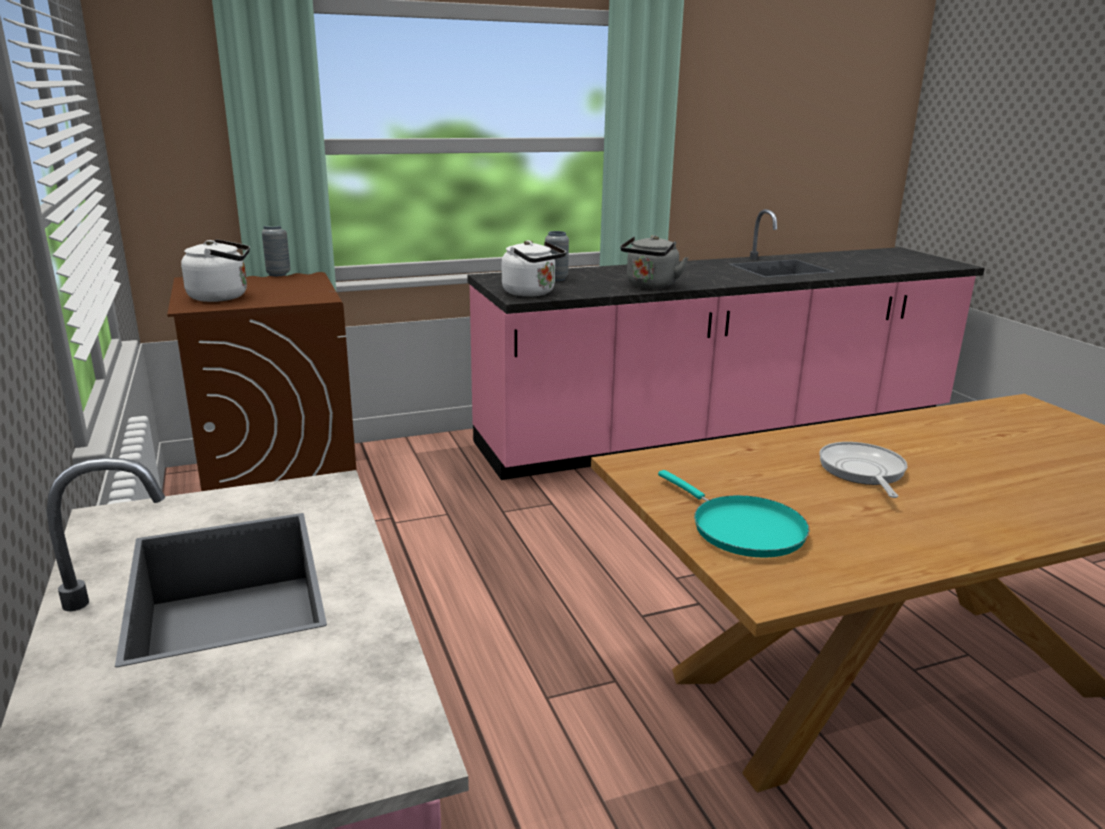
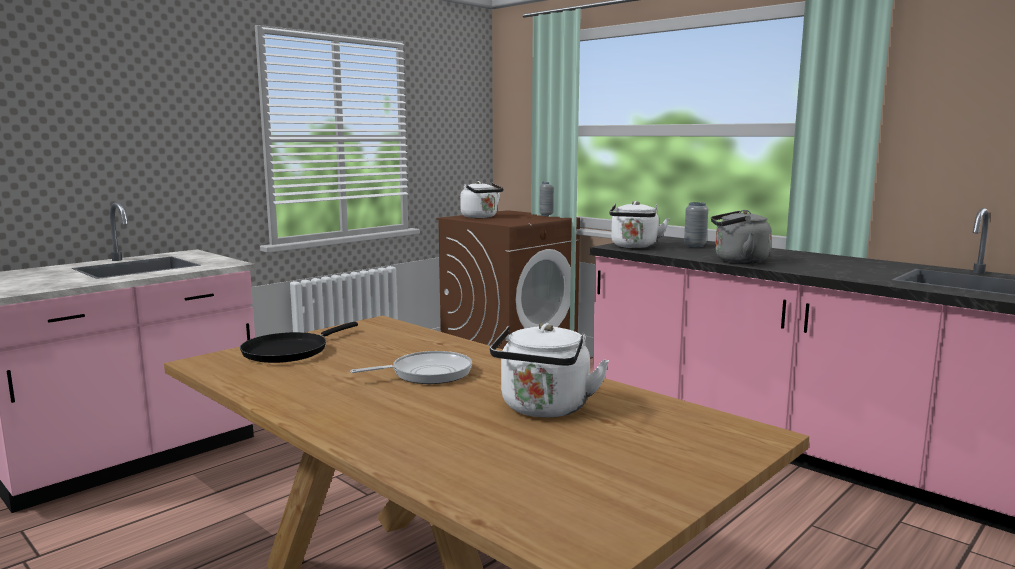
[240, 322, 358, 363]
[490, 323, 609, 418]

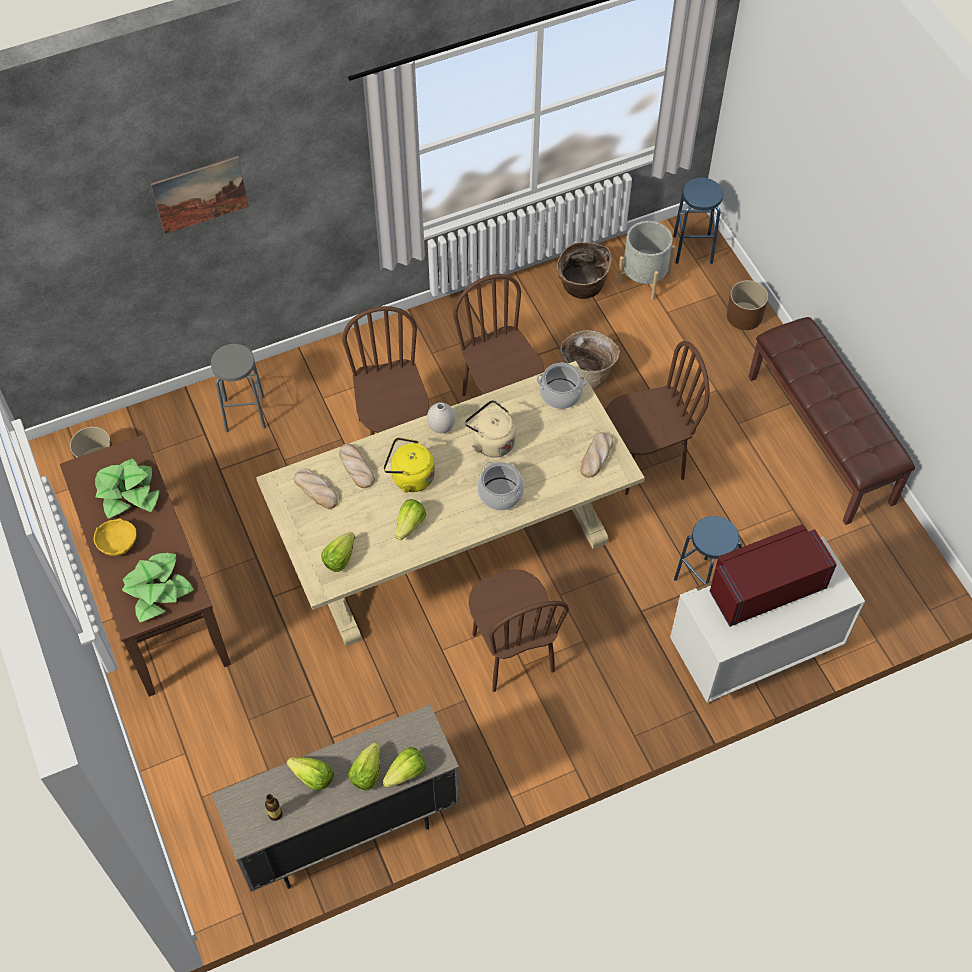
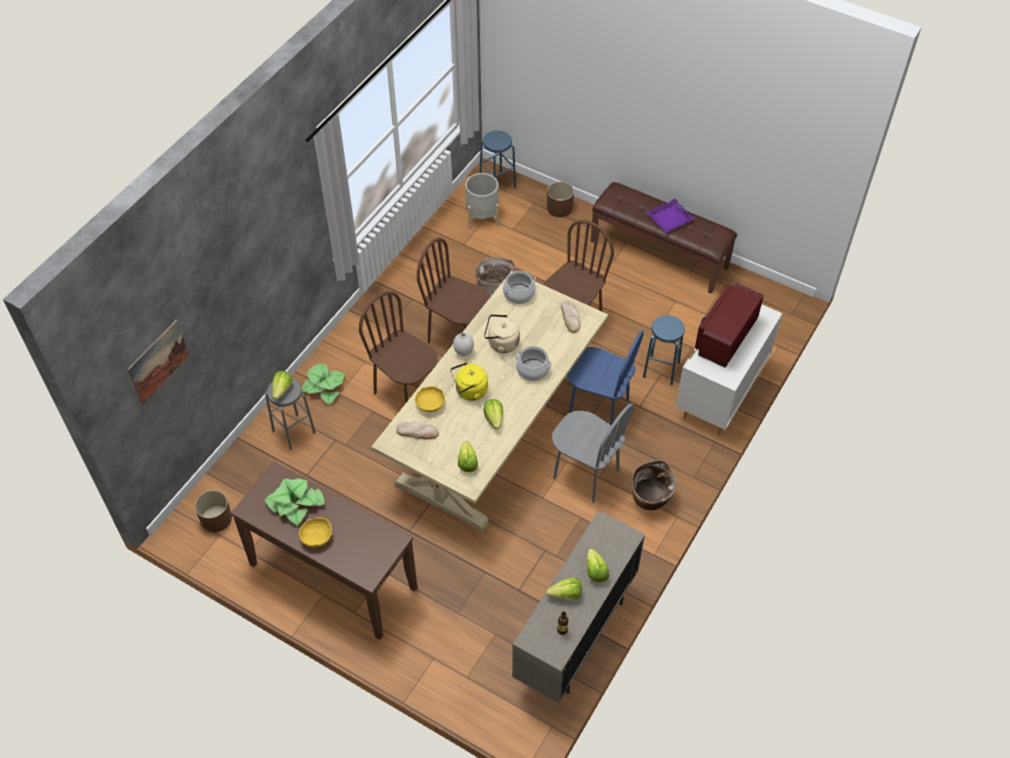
[127, 320, 189, 405]
[632, 460, 676, 510]
[414, 386, 445, 412]
[302, 363, 345, 405]
[552, 403, 634, 503]
[272, 371, 293, 400]
[646, 199, 695, 233]
[567, 330, 644, 425]

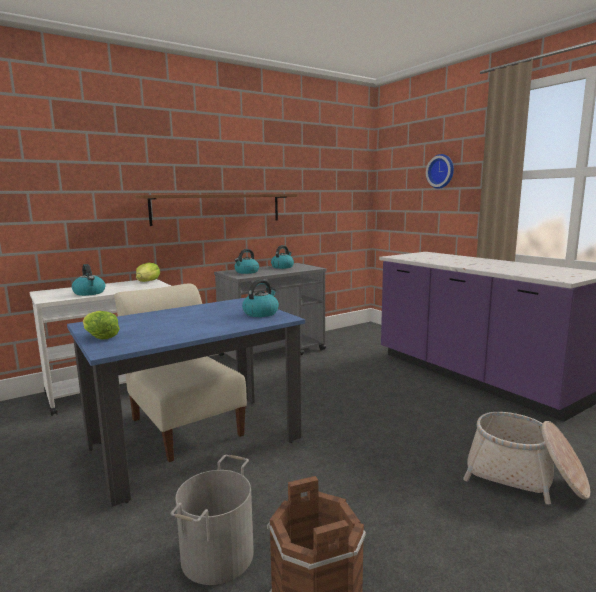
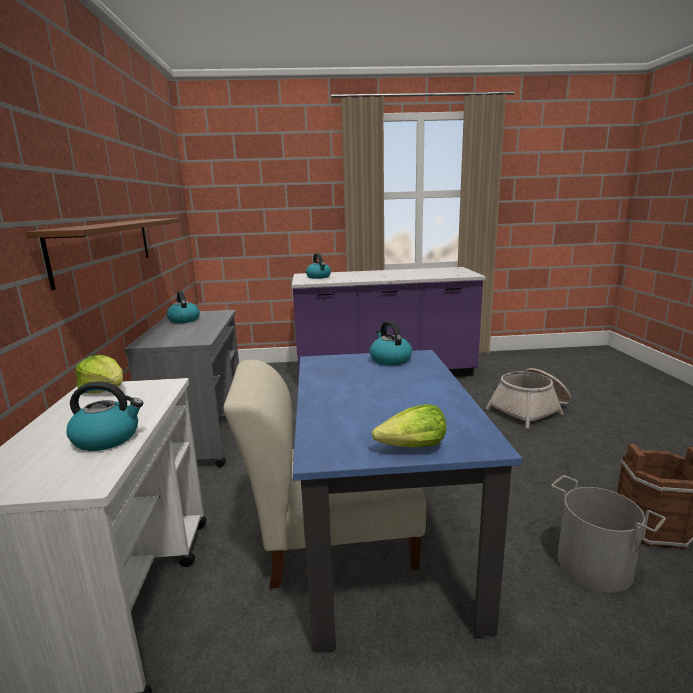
[426, 154, 454, 189] (first image)
[306, 253, 331, 279]

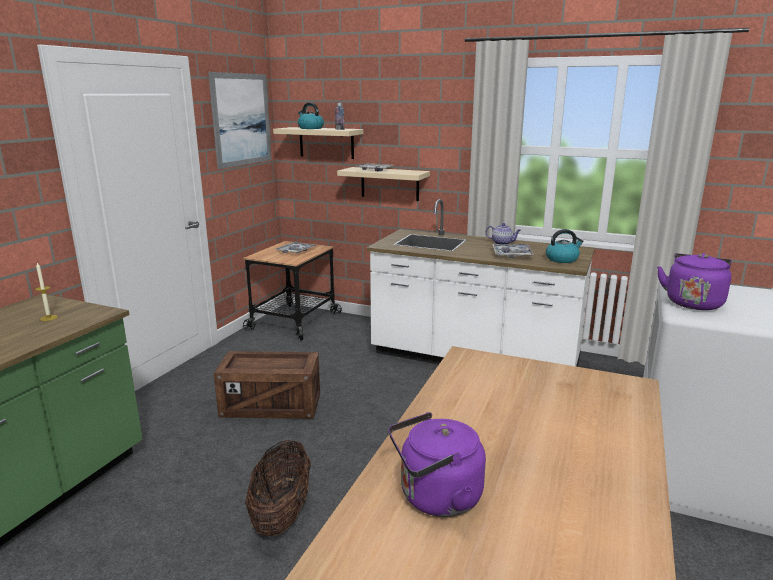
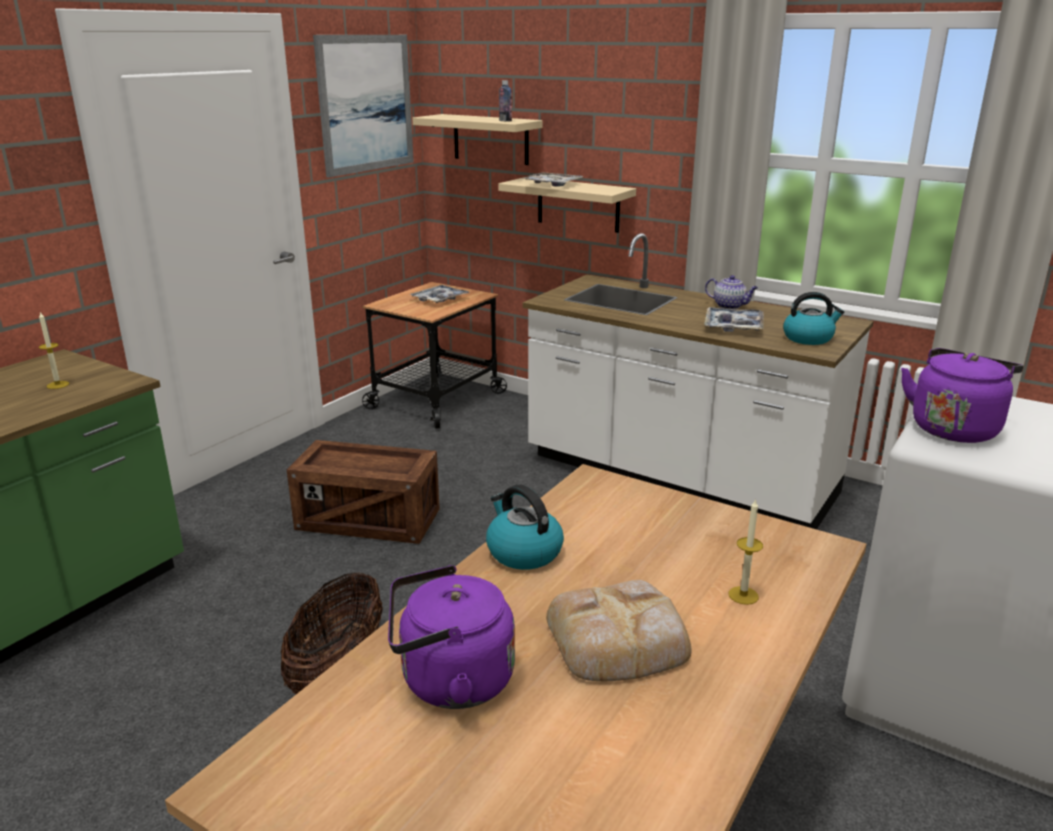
[486, 484, 564, 570]
[729, 499, 763, 605]
[546, 580, 692, 681]

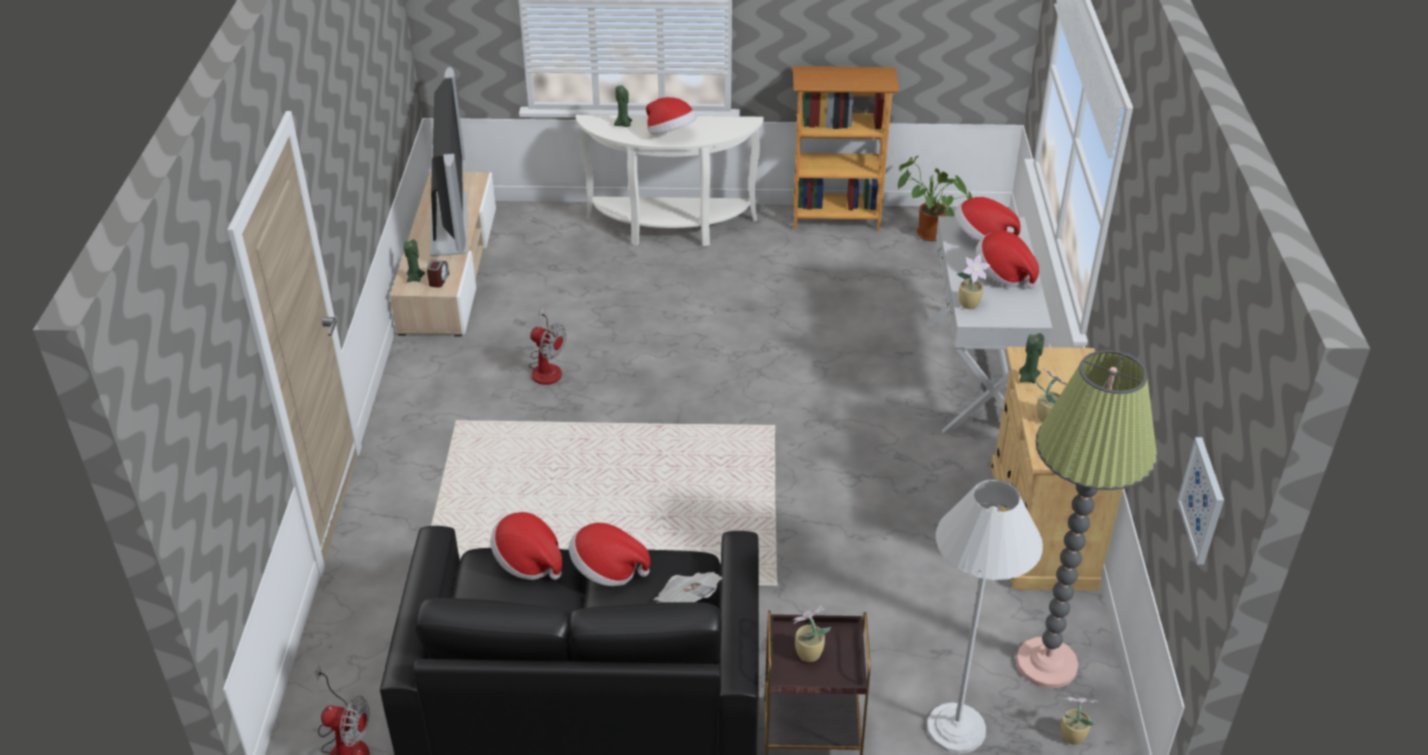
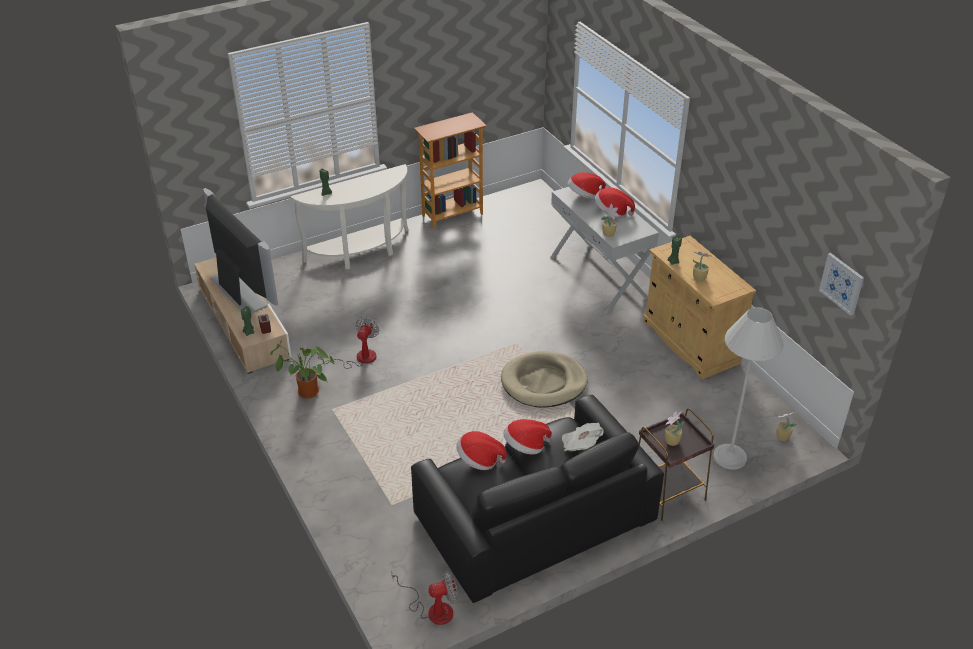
[646, 97, 697, 134] (first image)
[270, 341, 335, 399]
[318, 317, 379, 369]
[1016, 350, 1157, 688] (first image)
[501, 351, 588, 408]

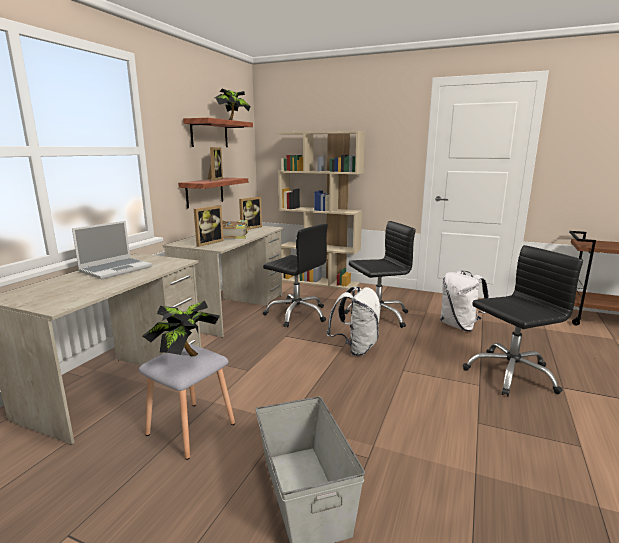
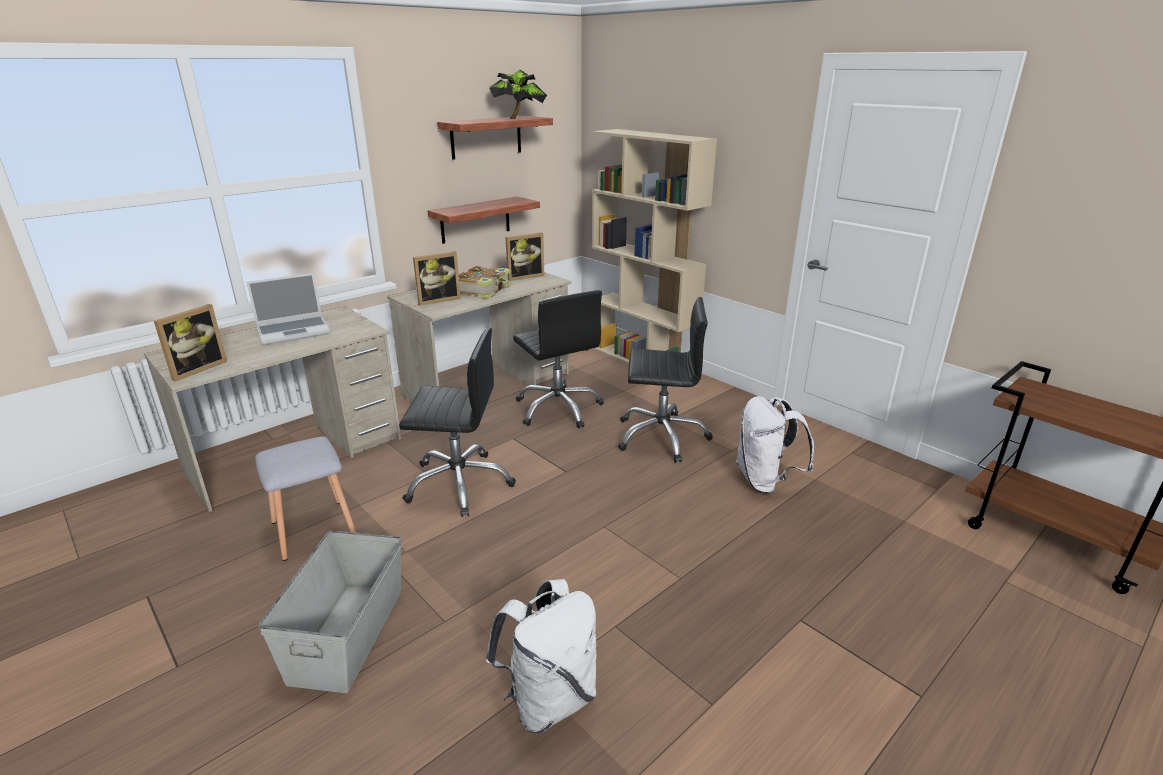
[154, 304, 227, 382]
[399, 328, 516, 517]
[486, 579, 597, 733]
[142, 301, 220, 356] (first image)

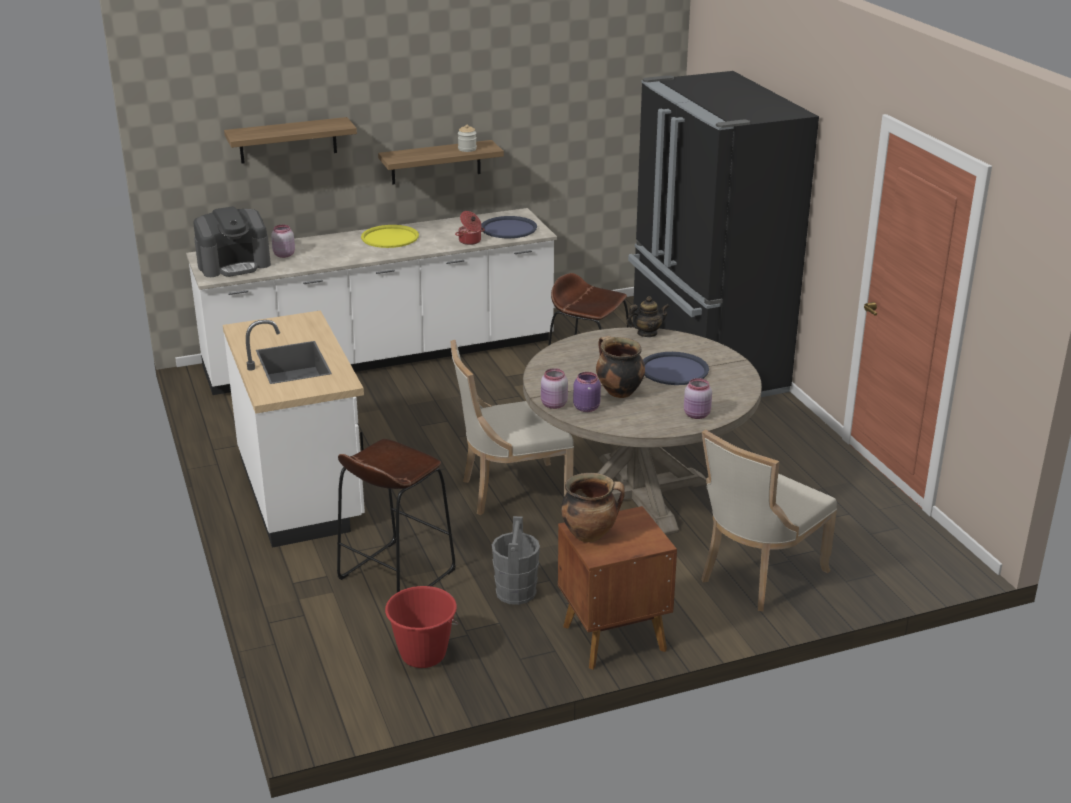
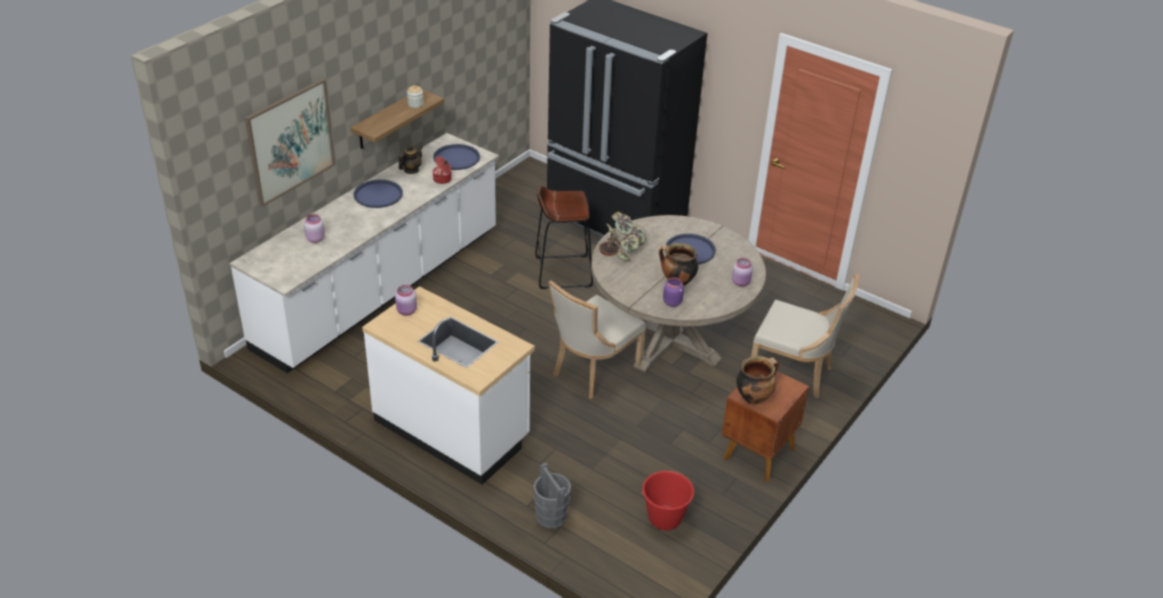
[245, 78, 335, 207]
[193, 206, 271, 277] (first image)
[353, 180, 403, 208]
[398, 145, 423, 174]
[395, 285, 417, 316]
[751, 274, 859, 398]
[337, 439, 456, 593] (first image)
[533, 463, 571, 528]
[599, 212, 646, 261]

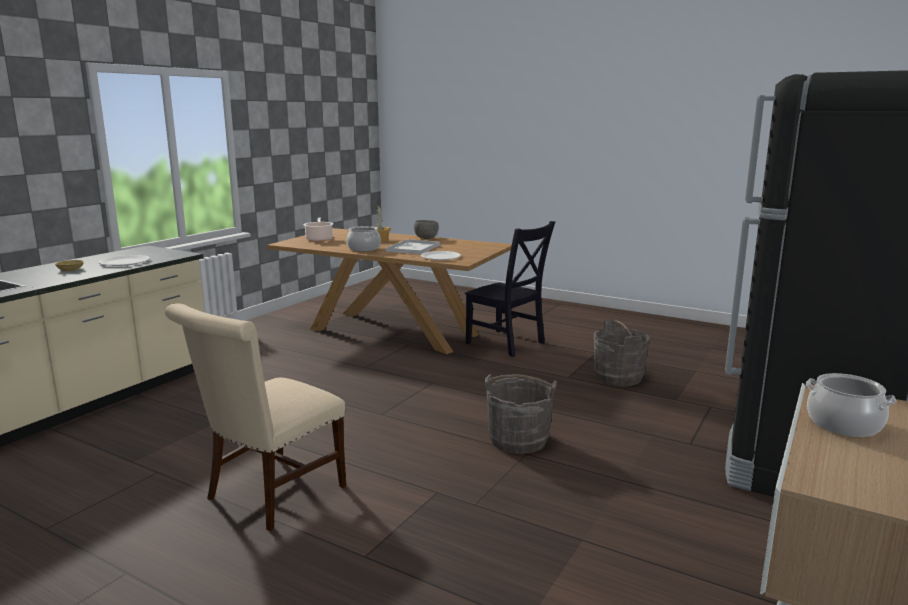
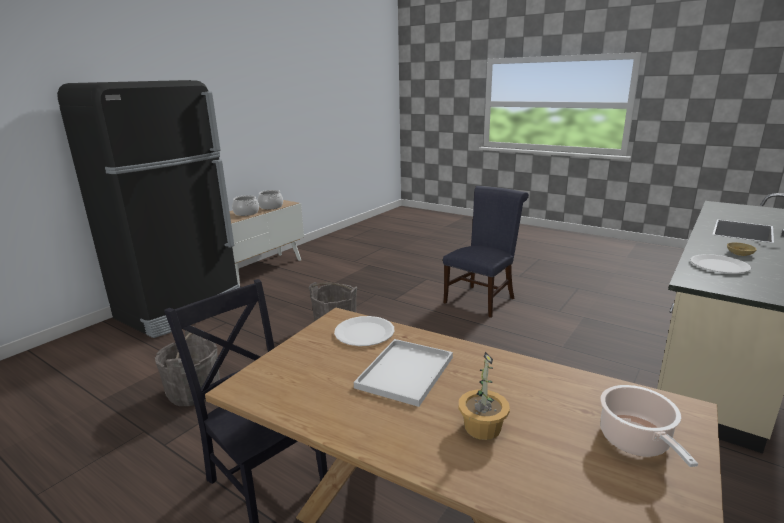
[414, 220, 439, 239] (first image)
[258, 190, 283, 209]
[443, 186, 529, 318]

